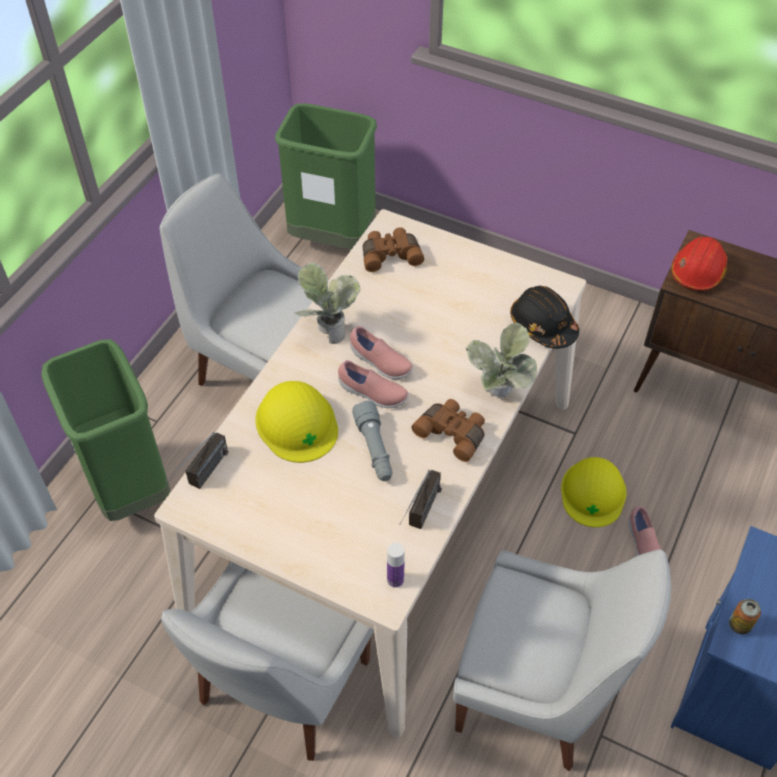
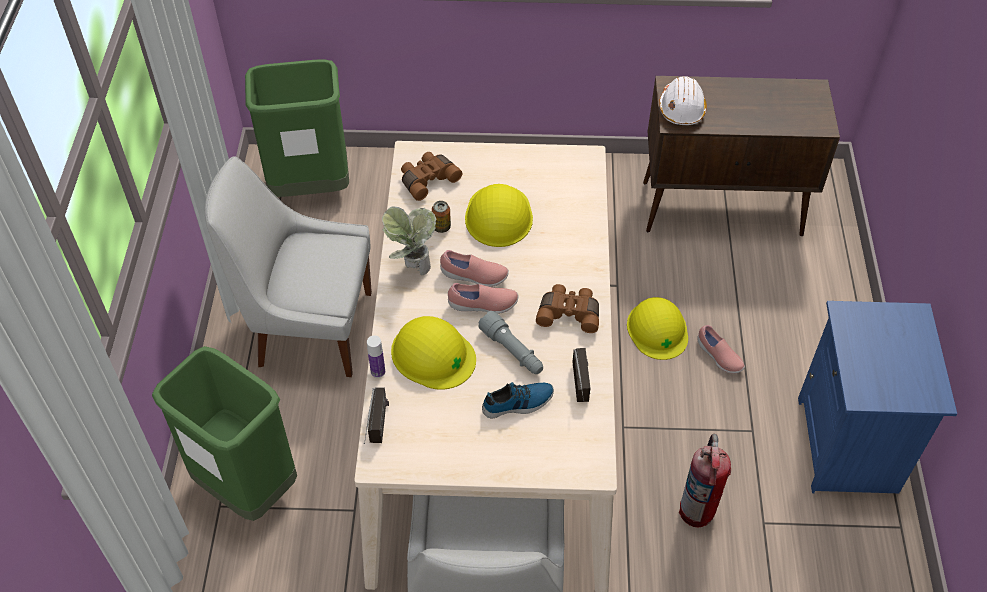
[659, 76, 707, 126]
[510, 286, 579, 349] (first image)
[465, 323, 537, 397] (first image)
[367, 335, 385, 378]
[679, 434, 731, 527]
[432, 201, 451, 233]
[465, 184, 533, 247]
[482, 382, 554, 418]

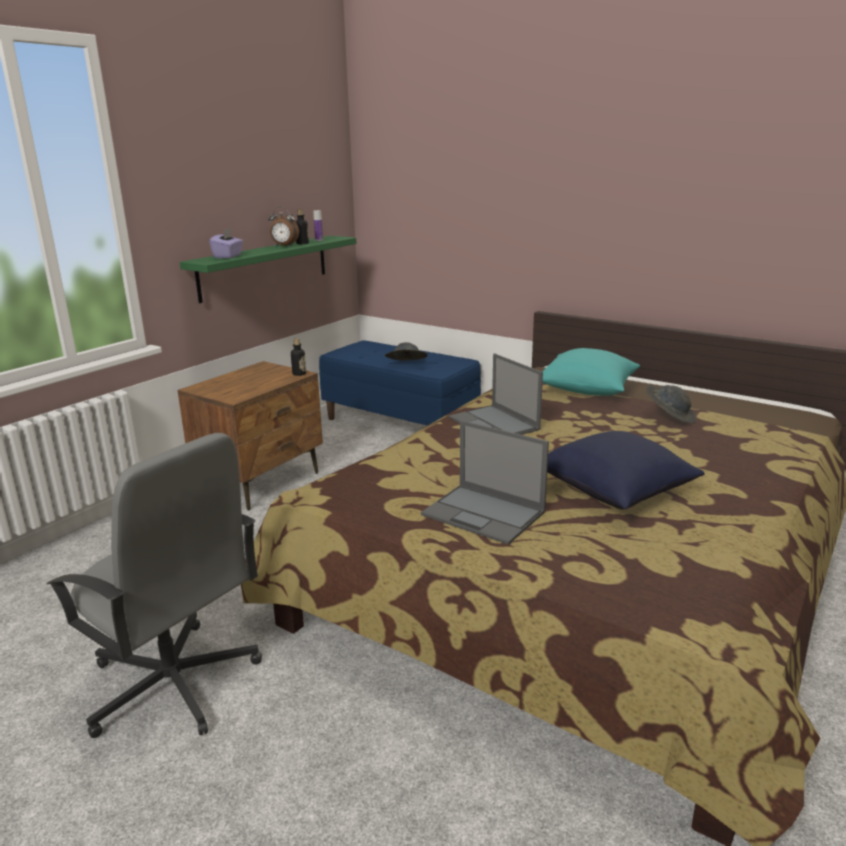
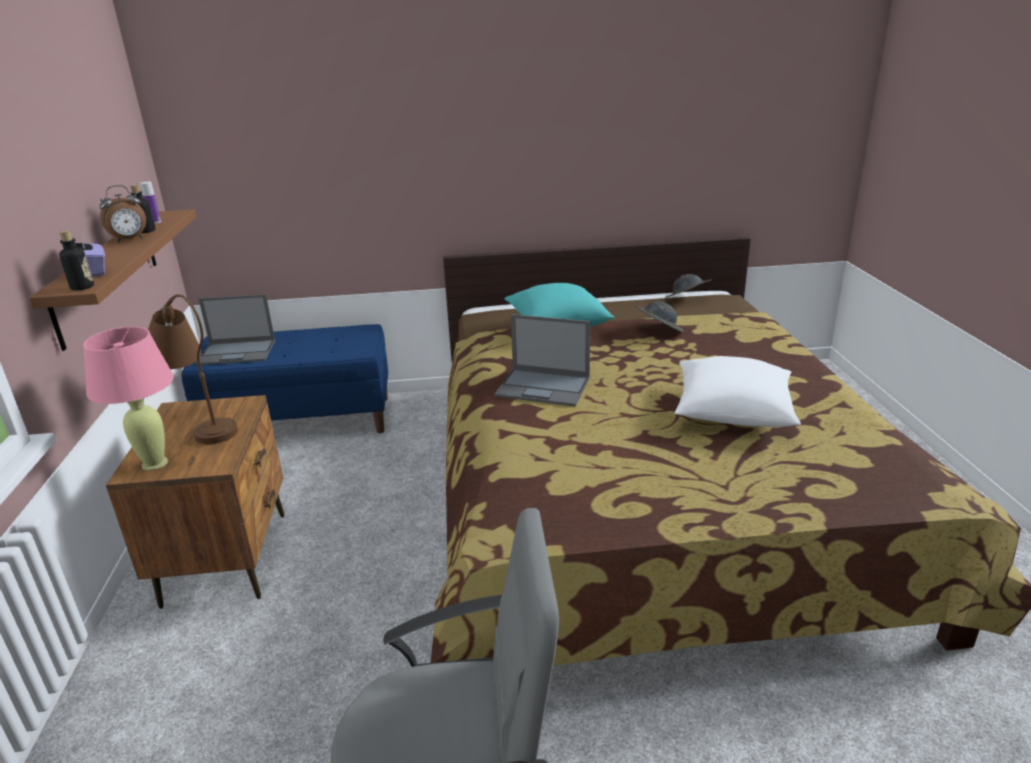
[29, 209, 196, 351]
[59, 230, 94, 290]
[665, 274, 712, 298]
[196, 294, 275, 365]
[675, 356, 801, 427]
[148, 294, 238, 444]
[83, 327, 174, 471]

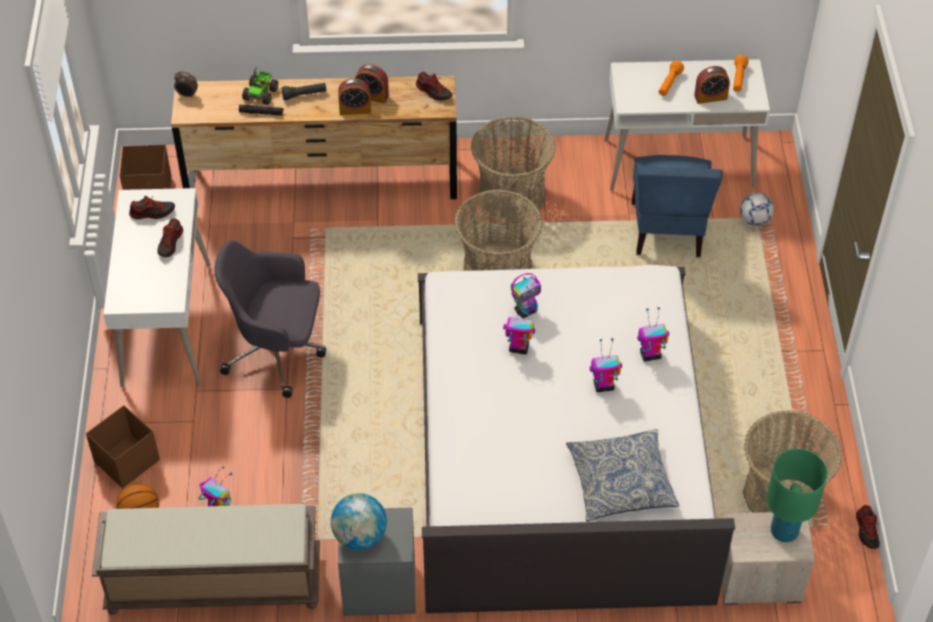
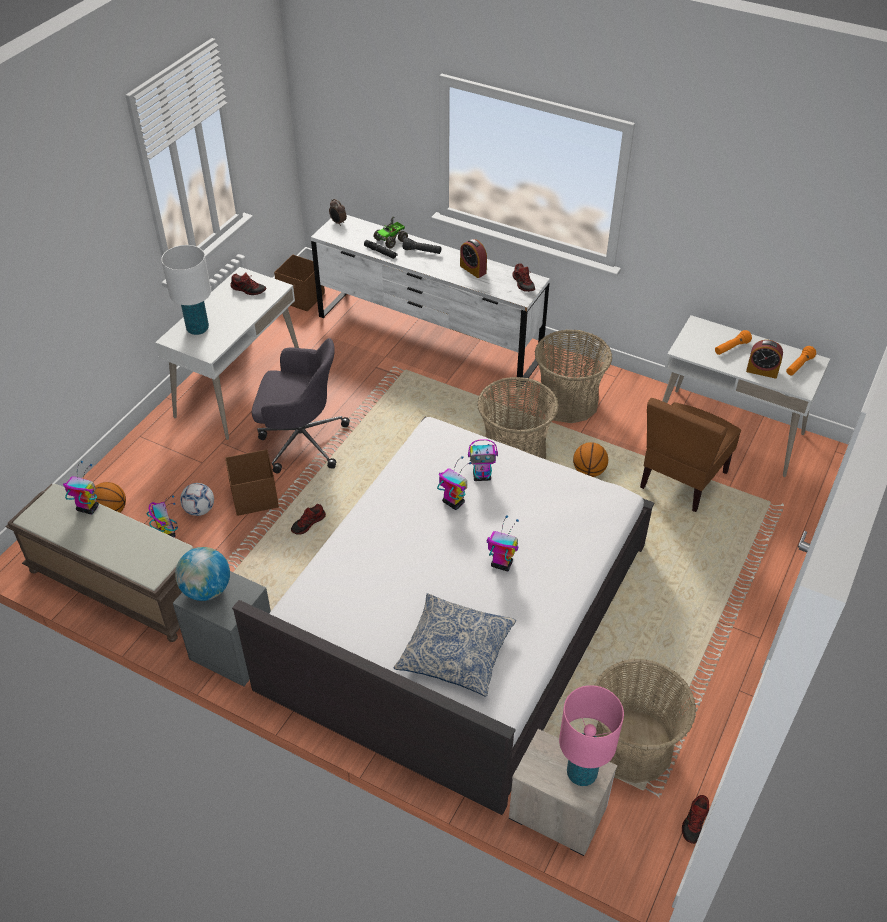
[311, 215, 550, 388]
[338, 78, 371, 115] (first image)
[640, 398, 741, 512]
[180, 483, 214, 516]
[291, 504, 326, 535]
[252, 338, 350, 473]
[63, 461, 99, 514]
[225, 449, 279, 516]
[559, 685, 624, 786]
[161, 245, 211, 335]
[573, 442, 608, 477]

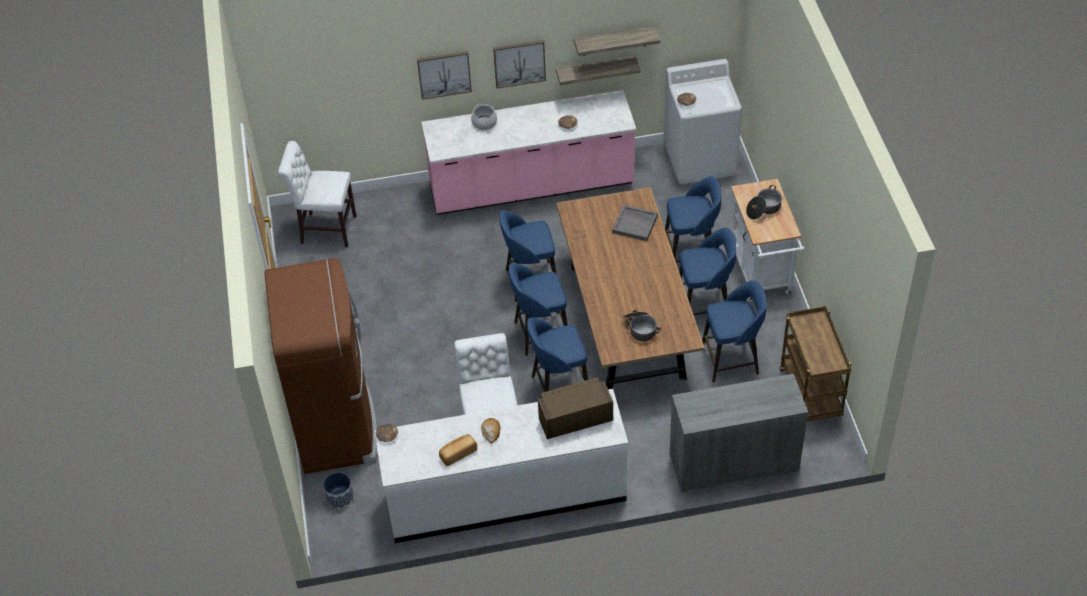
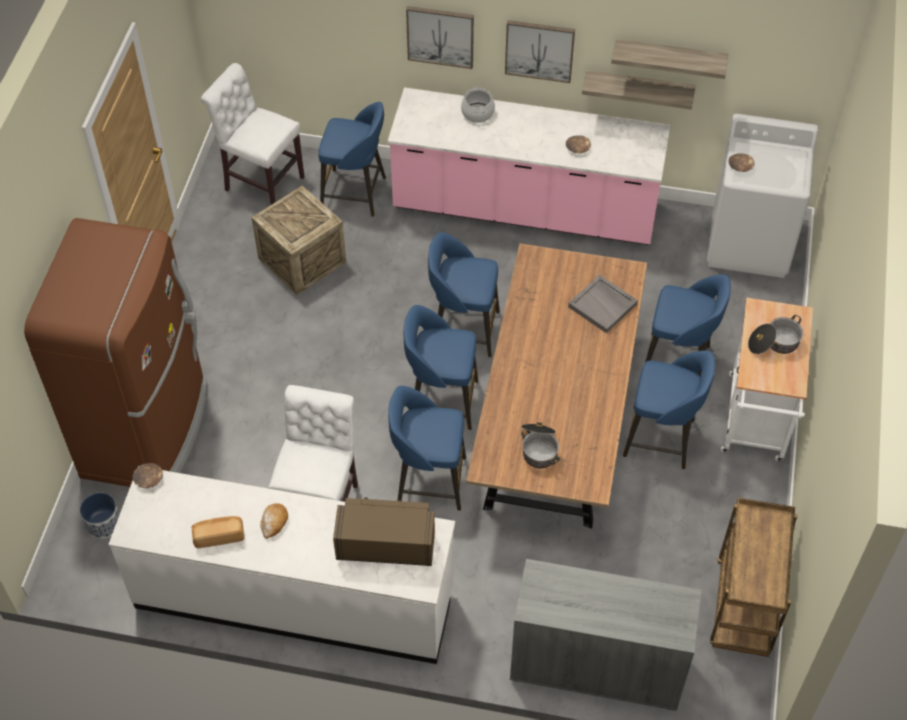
[318, 102, 386, 217]
[252, 186, 346, 295]

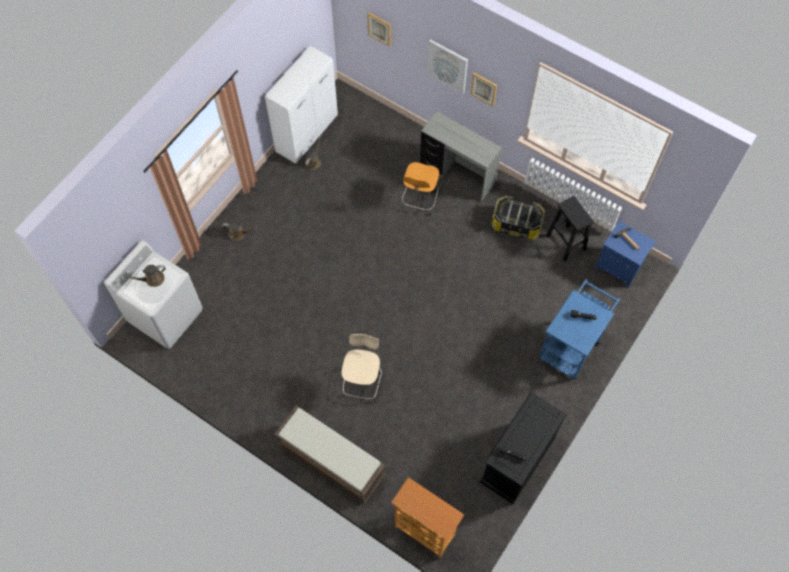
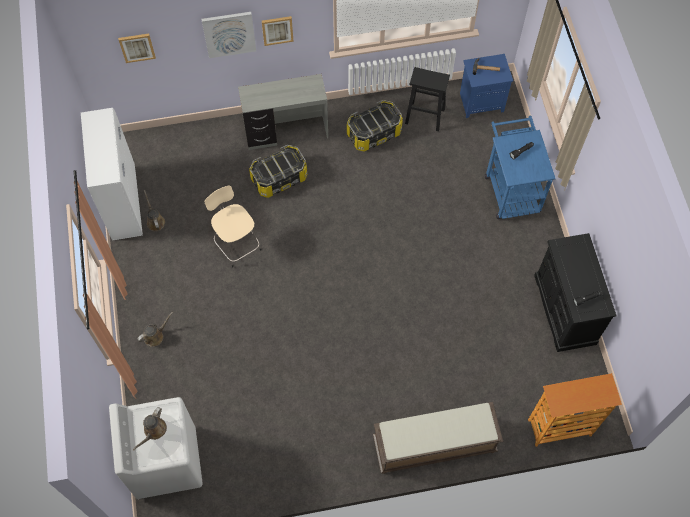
[249, 145, 307, 198]
[205, 186, 261, 268]

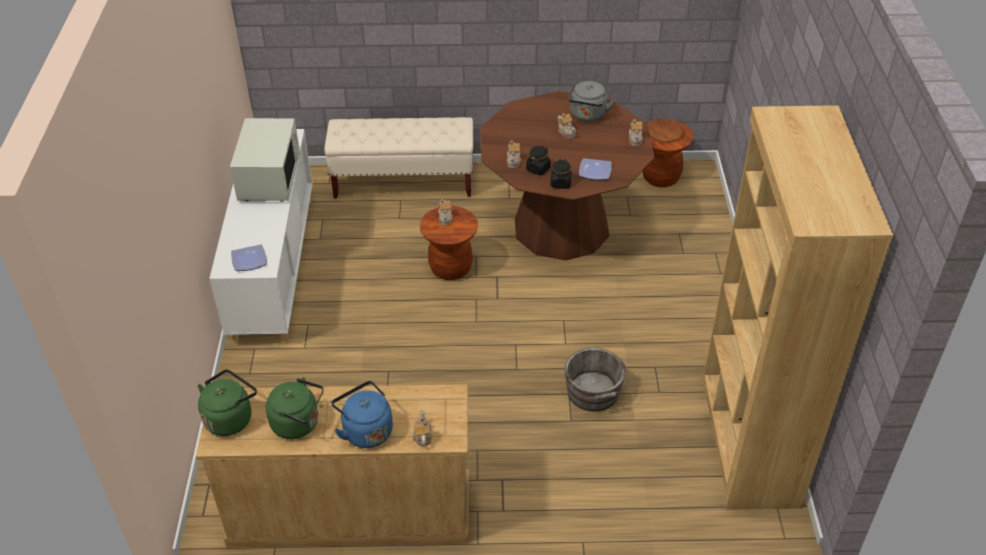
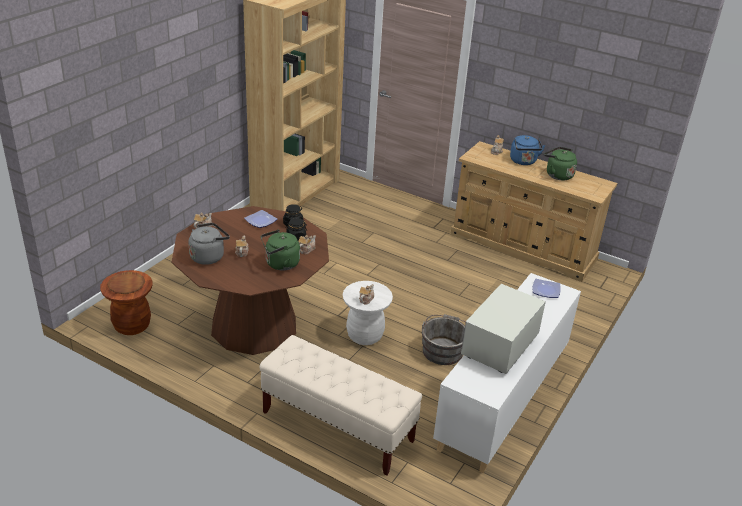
[343, 281, 393, 345]
[421, 314, 466, 365]
[261, 230, 300, 270]

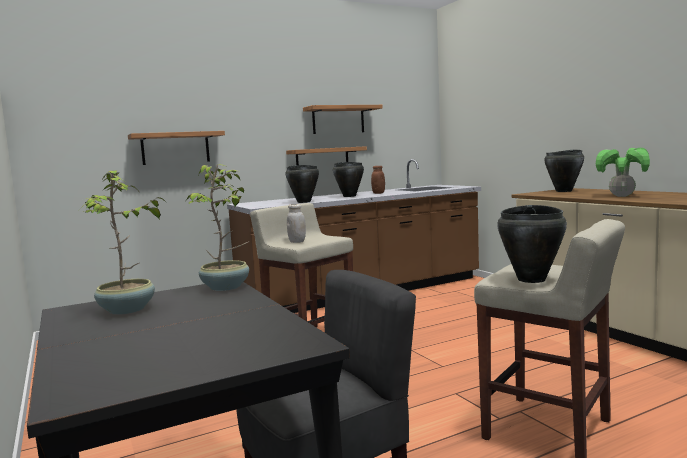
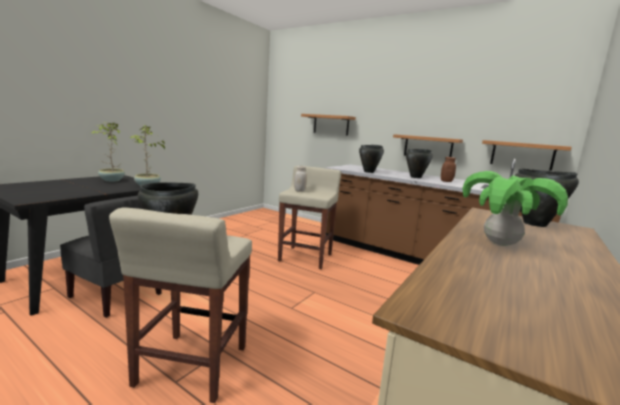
[482, 140, 572, 171]

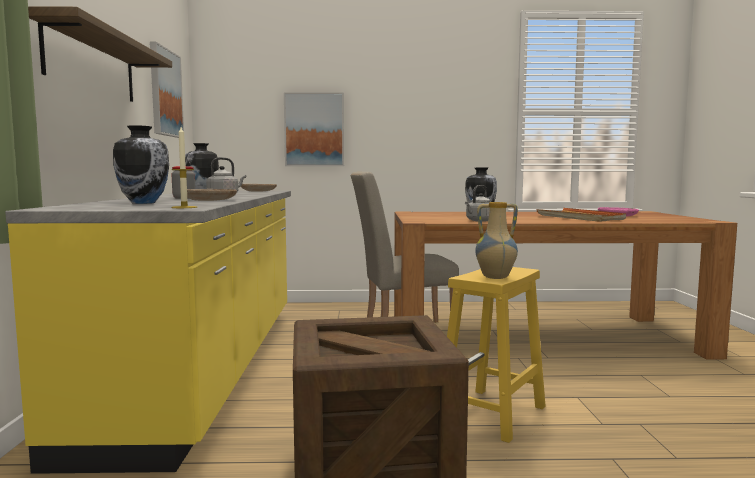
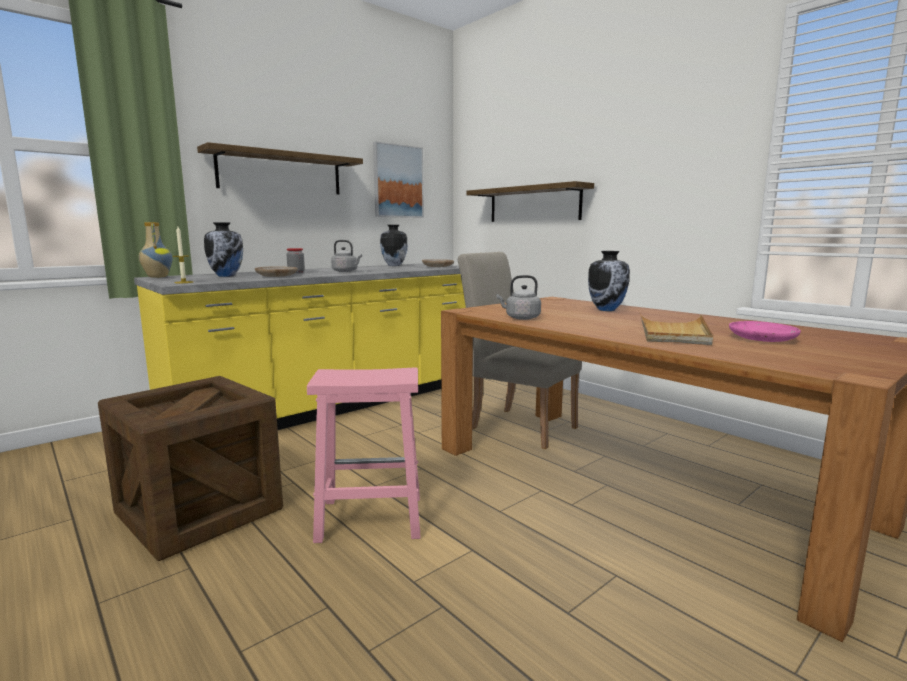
[467, 181, 594, 222]
[139, 222, 173, 278]
[640, 313, 713, 345]
[307, 367, 420, 543]

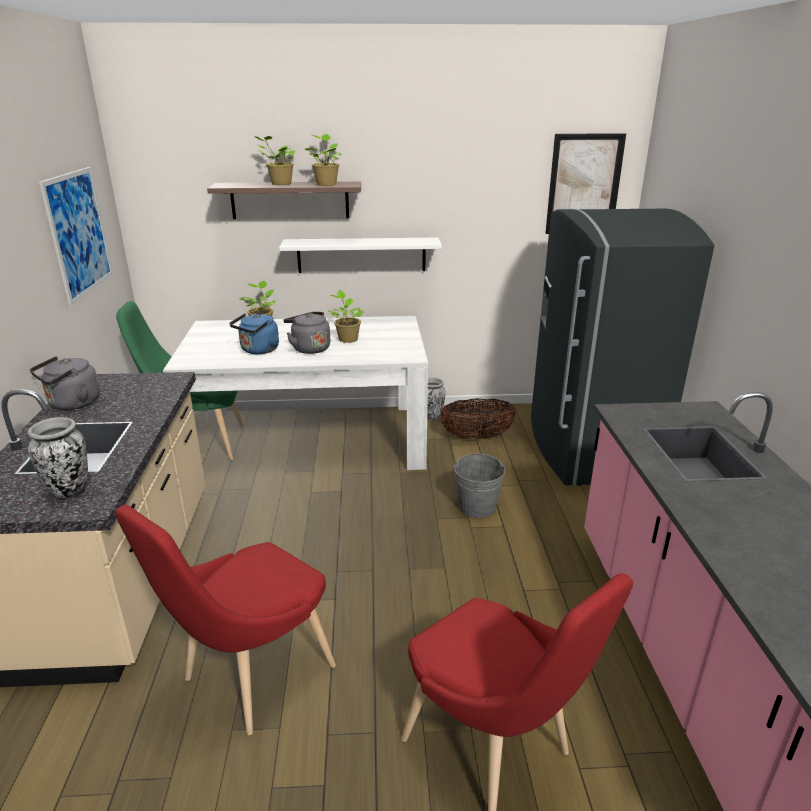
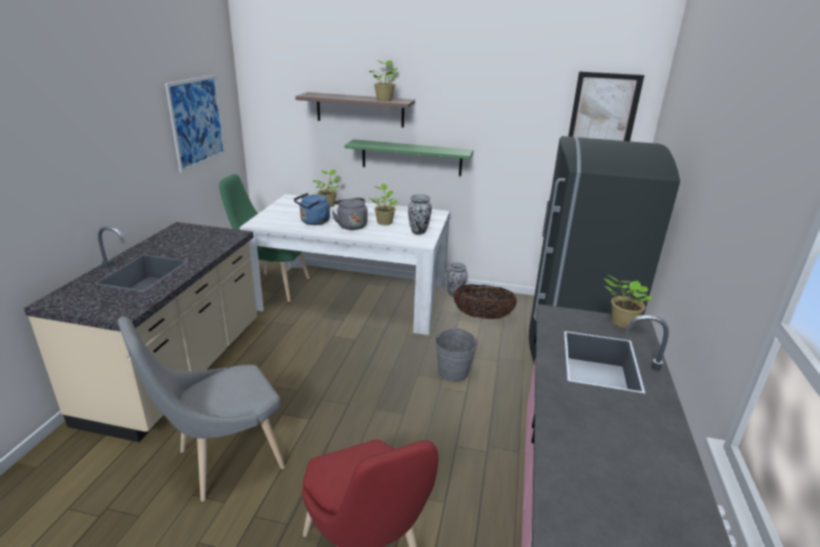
[605, 275, 653, 329]
[344, 139, 473, 176]
[30, 356, 100, 410] (first image)
[408, 194, 432, 235]
[118, 316, 285, 502]

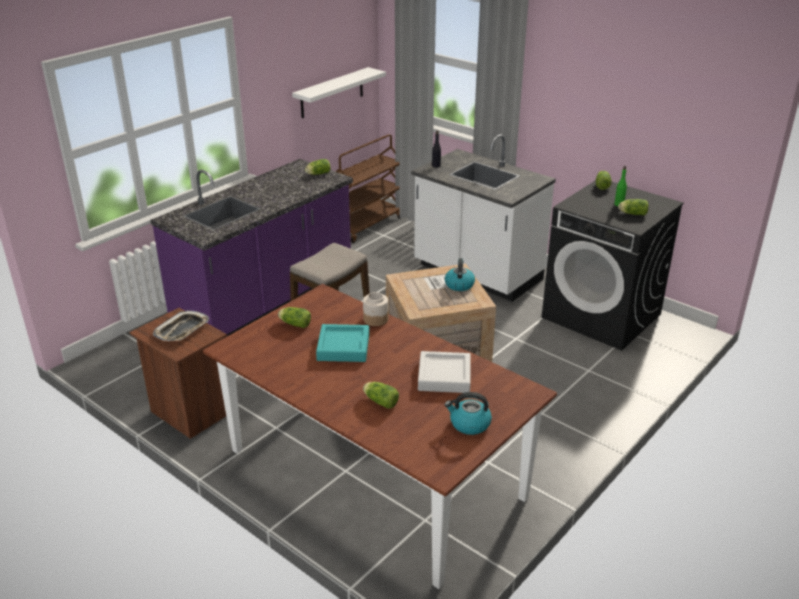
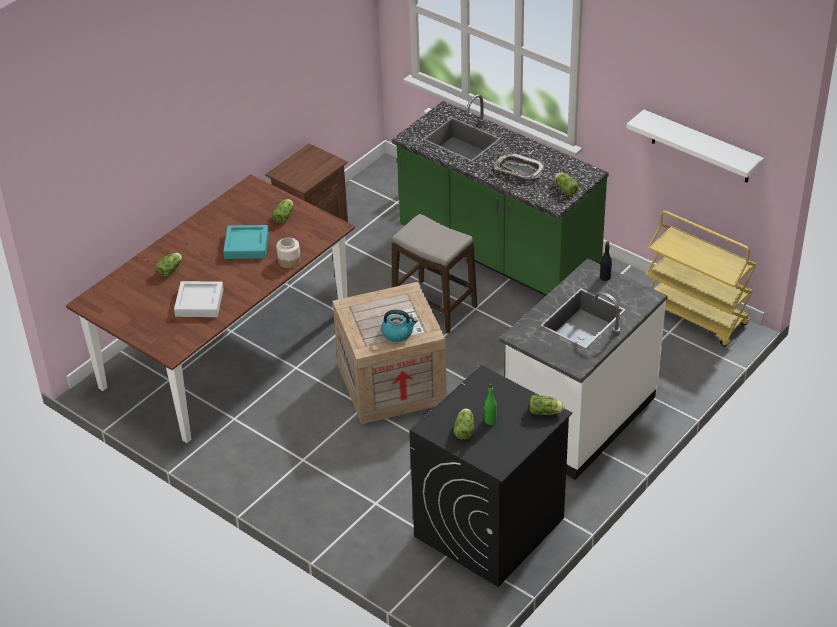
[646, 211, 757, 346]
[392, 94, 609, 296]
[494, 153, 544, 179]
[445, 392, 492, 435] (first image)

